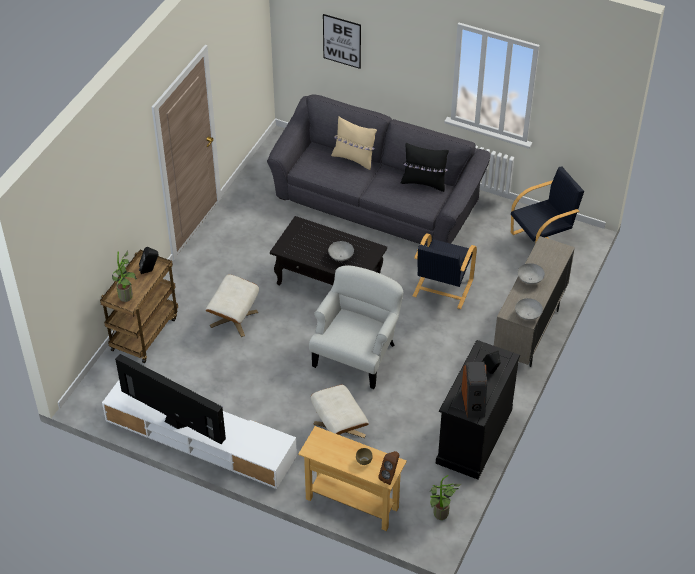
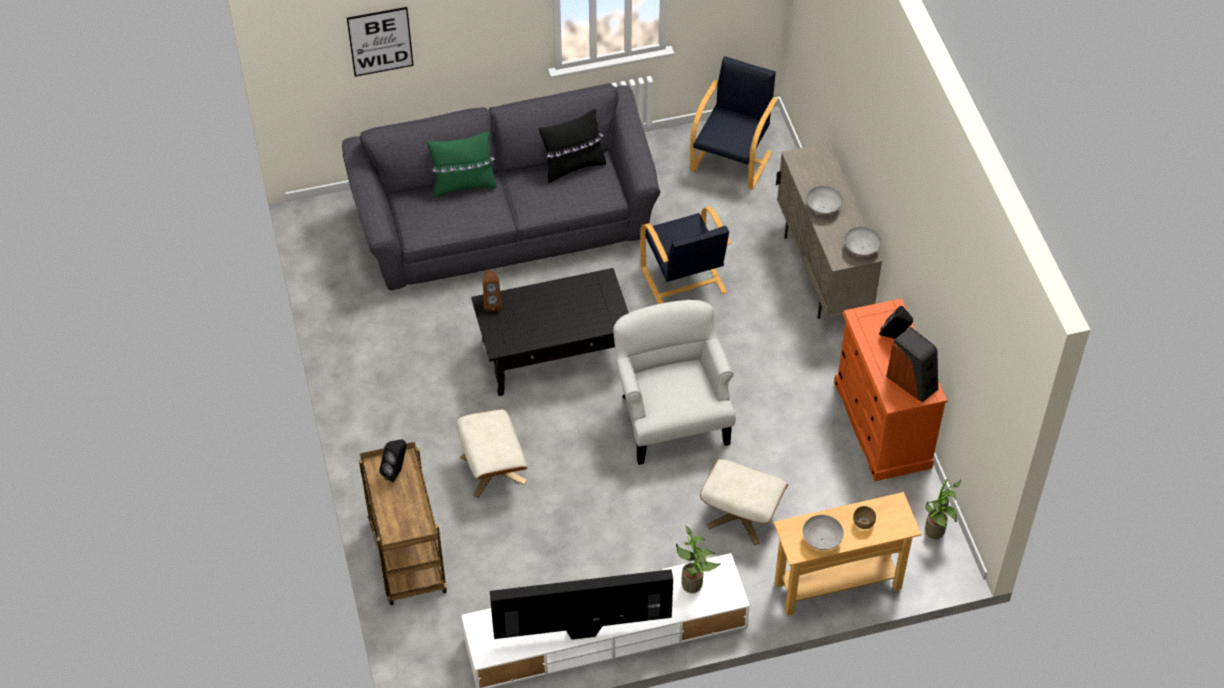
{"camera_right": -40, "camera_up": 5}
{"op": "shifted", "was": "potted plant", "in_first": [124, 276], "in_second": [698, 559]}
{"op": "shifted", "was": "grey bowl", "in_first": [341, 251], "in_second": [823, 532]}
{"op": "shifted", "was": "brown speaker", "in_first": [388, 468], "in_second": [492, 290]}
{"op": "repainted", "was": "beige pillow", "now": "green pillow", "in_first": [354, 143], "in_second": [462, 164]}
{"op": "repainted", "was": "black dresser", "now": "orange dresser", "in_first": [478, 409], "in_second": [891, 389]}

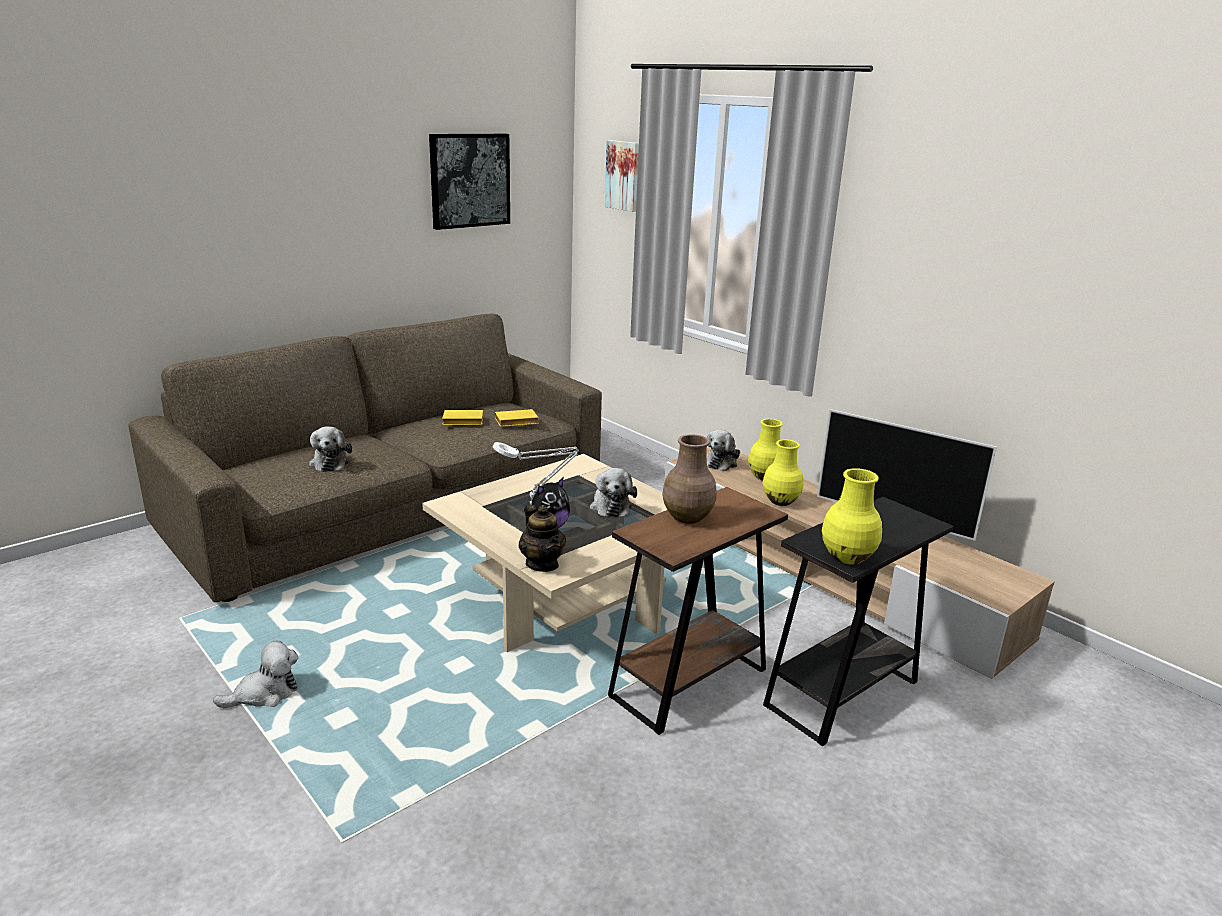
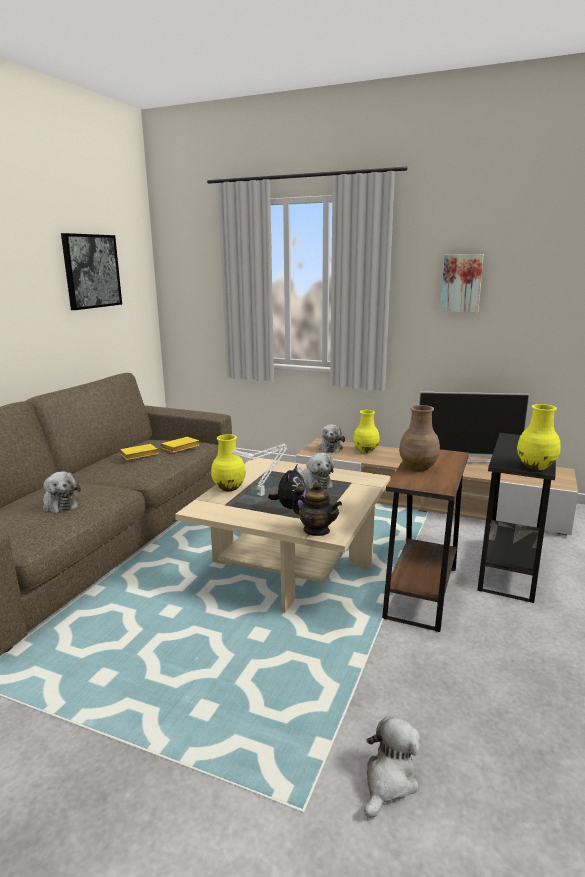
{"camera_right": -25, "camera_up": -5}
{"op": "shifted", "was": "plush toy", "in_first": [256, 674], "in_second": [392, 767]}
{"op": "shifted", "was": "picture", "in_first": [622, 176], "in_second": [462, 283]}
{"op": "shifted", "was": "yellow vase", "in_first": [783, 472], "in_second": [228, 462]}

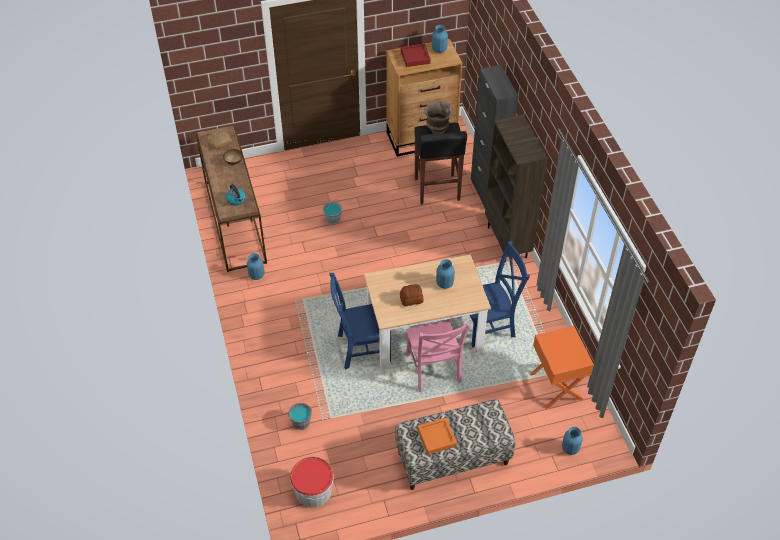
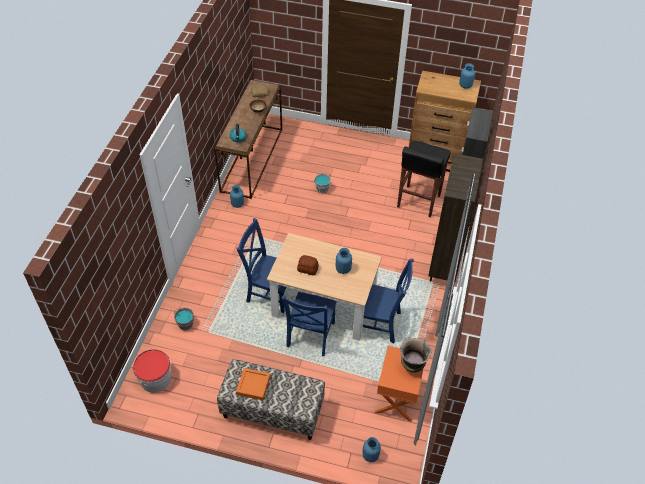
{"camera_right": 30, "camera_up": 0}
{"op": "gone", "was": "red tray", "in_first": [416, 55]}
{"op": "shifted", "was": "vase", "in_first": [438, 117], "in_second": [415, 355]}
{"op": "repainted", "was": "pink chair", "now": "blue chair", "in_first": [438, 356], "in_second": [309, 324]}

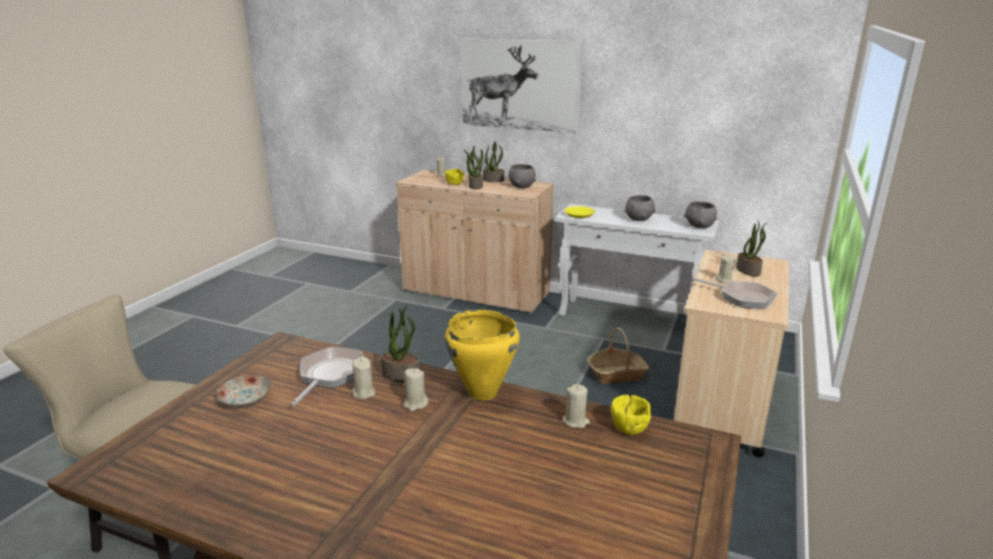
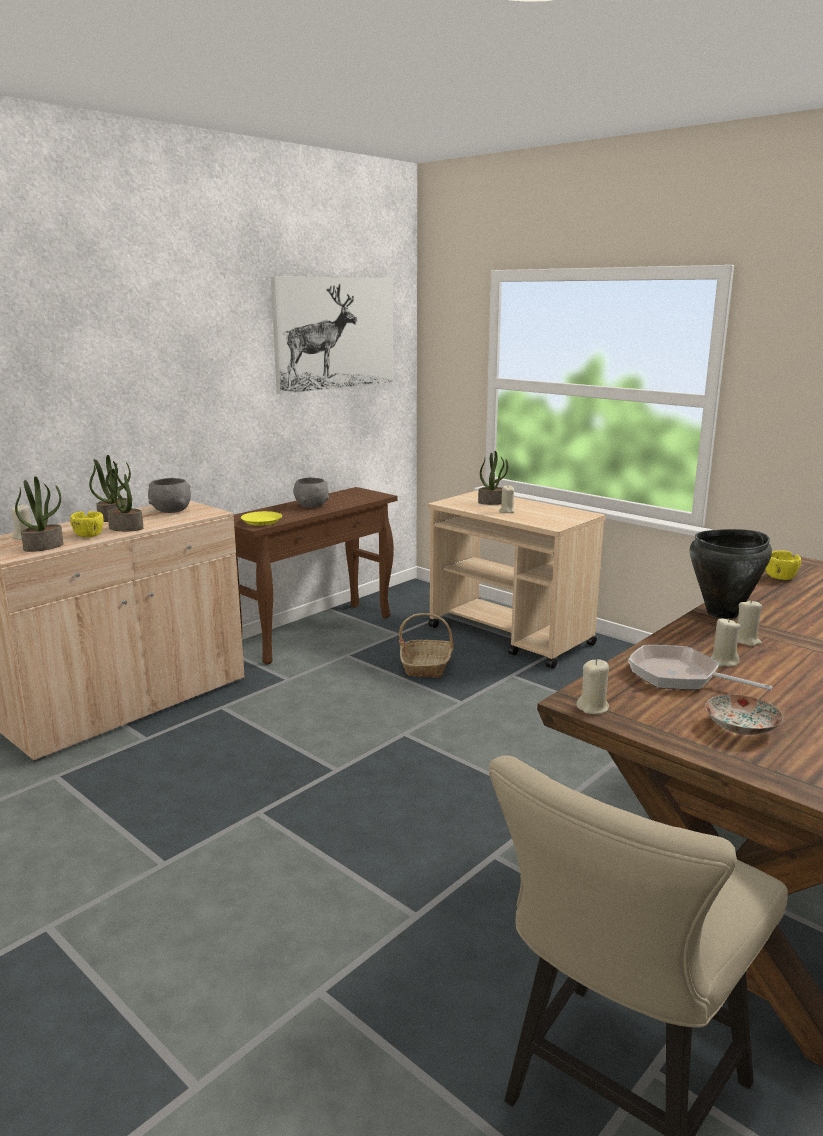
{"camera_right": -70, "camera_up": -5}
{"op": "gone", "was": "grey bowl", "in_first": [700, 215]}
{"op": "gone", "was": "frying pan", "in_first": [736, 293]}
{"op": "shifted", "was": "potted plant", "in_first": [400, 344], "in_second": [39, 514]}
{"op": "shifted", "was": "picture", "in_first": [522, 86], "in_second": [332, 335]}
{"op": "shifted", "was": "beige candle", "in_first": [576, 406], "in_second": [592, 686]}
{"op": "repainted", "was": "yellow cooking pot", "now": "black cooking pot", "in_first": [482, 354], "in_second": [731, 574]}
{"op": "repainted", "was": "white console table", "now": "brown console table", "in_first": [637, 260], "in_second": [315, 576]}

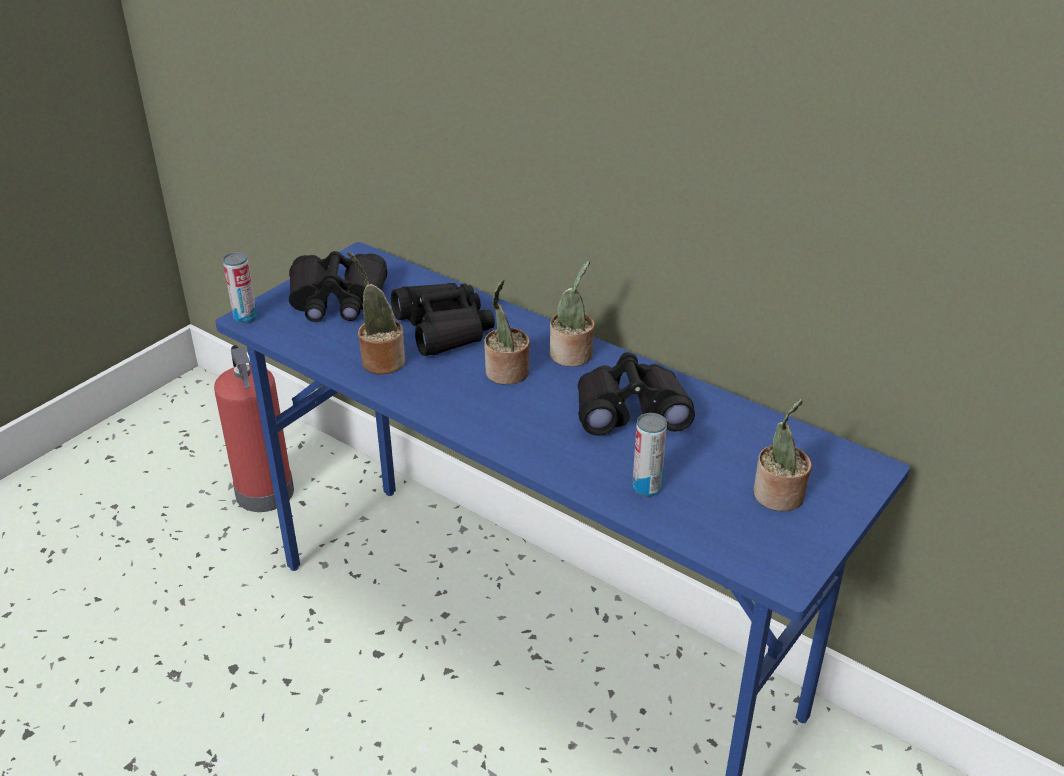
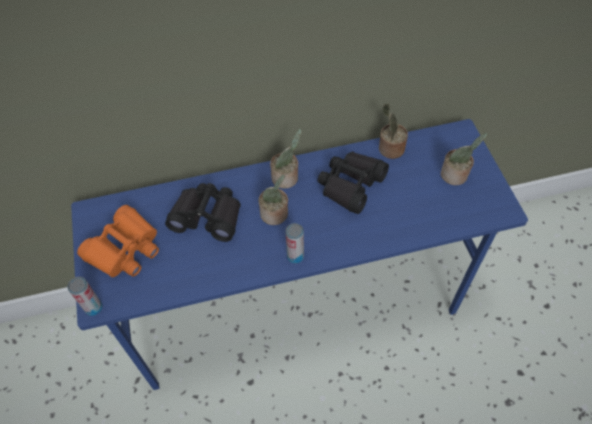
{"camera_right": -50, "camera_up": 20}
{"op": "gone", "was": "fire extinguisher", "in_first": [254, 428]}
{"op": "shifted", "was": "potted plant", "in_first": [376, 312], "in_second": [393, 131]}
{"op": "shifted", "was": "can", "in_first": [649, 455], "in_second": [295, 243]}
{"op": "repainted", "was": "black binoculars", "now": "orange binoculars", "in_first": [338, 286], "in_second": [118, 241]}

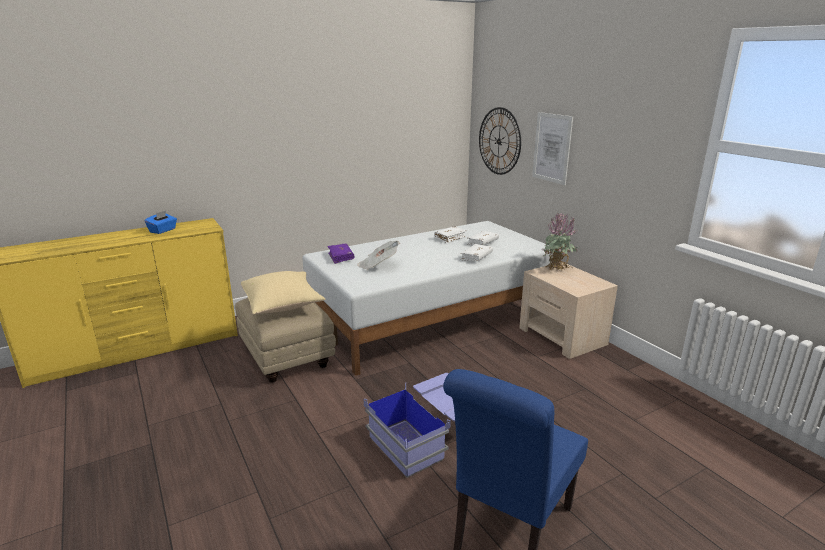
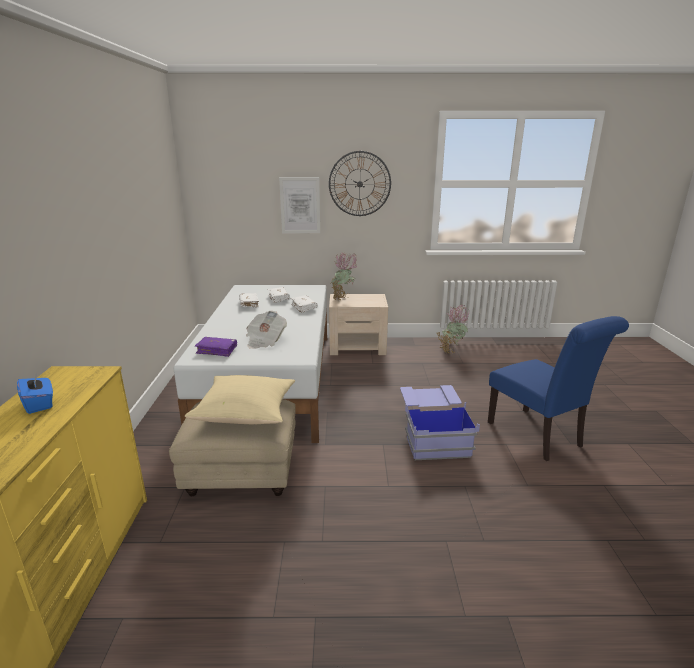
{"camera_right": -60, "camera_up": 0}
{"op": "new", "now": "potted plant", "in_second": [453, 329]}
{"op": "shifted", "was": "wall clock", "in_first": [500, 141], "in_second": [360, 183]}

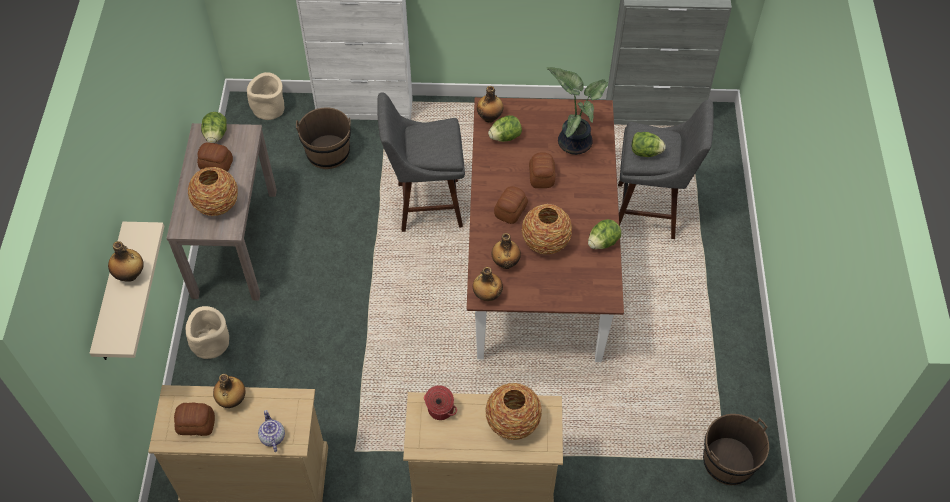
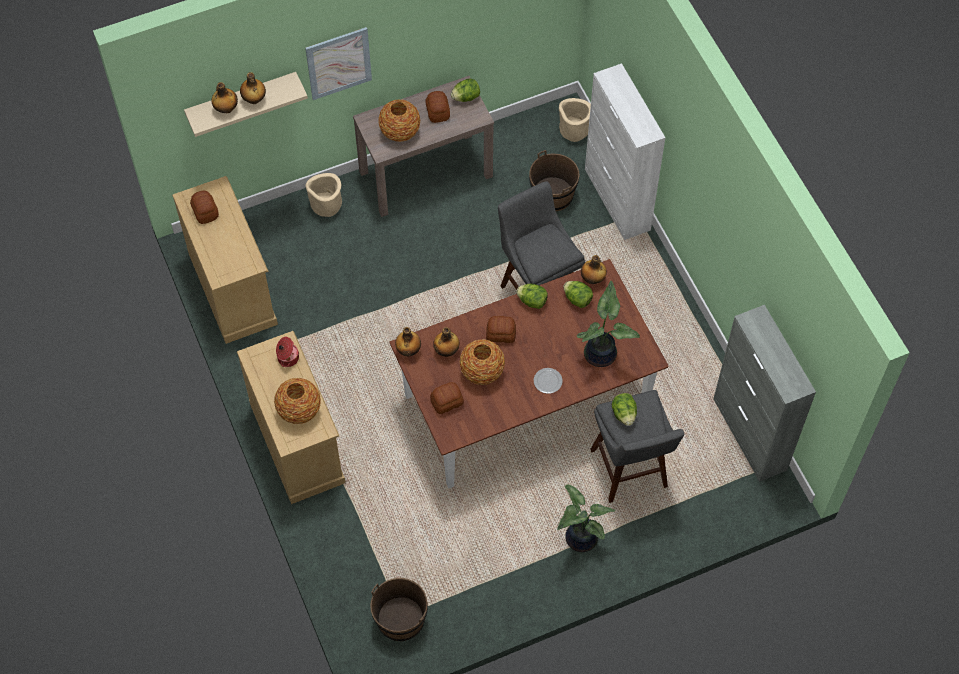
{"camera_right": 65, "camera_up": 5}
{"op": "gone", "was": "teapot", "in_first": [271, 431]}
{"op": "new", "now": "picture", "in_second": [338, 63]}
{"op": "new", "now": "plate", "in_second": [548, 381]}
{"op": "new", "now": "potted plant", "in_second": [586, 518]}
{"op": "shifted", "was": "bottle", "in_first": [229, 391], "in_second": [224, 97]}
{"op": "shifted", "was": "bread", "in_first": [542, 170], "in_second": [447, 398]}
{"op": "shifted", "was": "lettuce", "in_first": [604, 234], "in_second": [532, 296]}

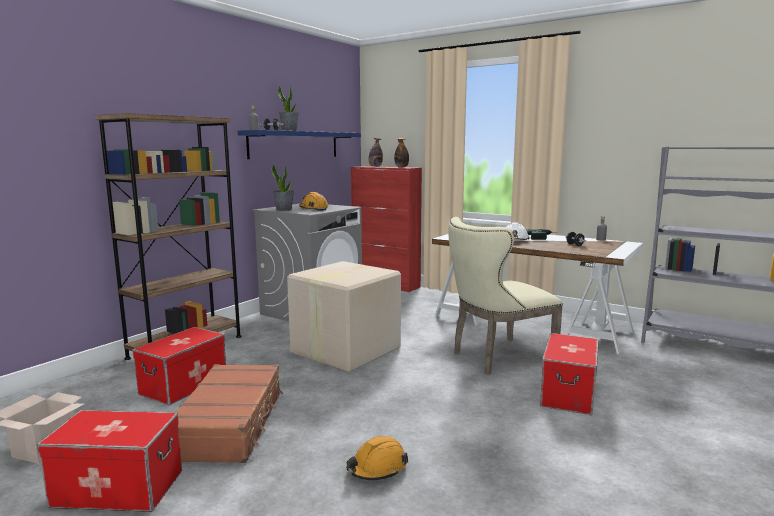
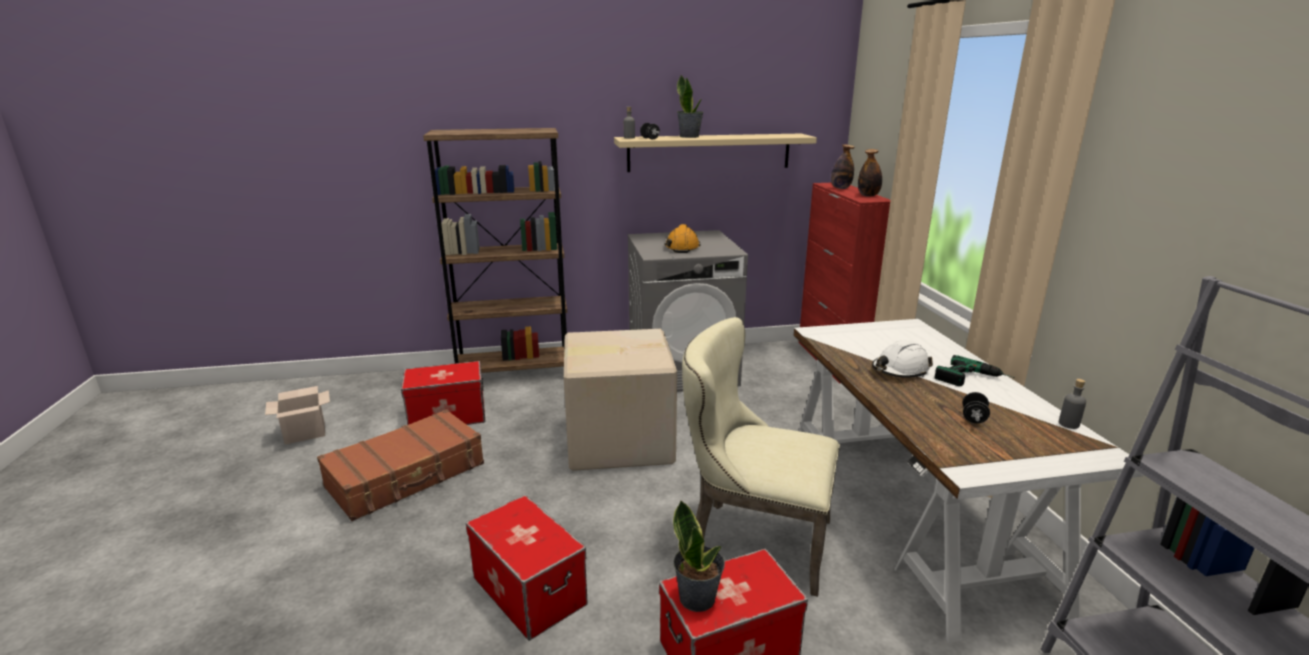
{"camera_right": 45, "camera_up": 10}
{"op": "gone", "was": "orange hard hat", "in_first": [377, 458]}
{"op": "shifted", "was": "storage box", "in_first": [109, 461], "in_second": [527, 568]}
{"op": "shifted", "was": "potted plant", "in_first": [283, 187], "in_second": [699, 556]}
{"op": "repainted", "was": "blue shelf", "now": "beige shelf", "in_first": [299, 144], "in_second": [715, 153]}

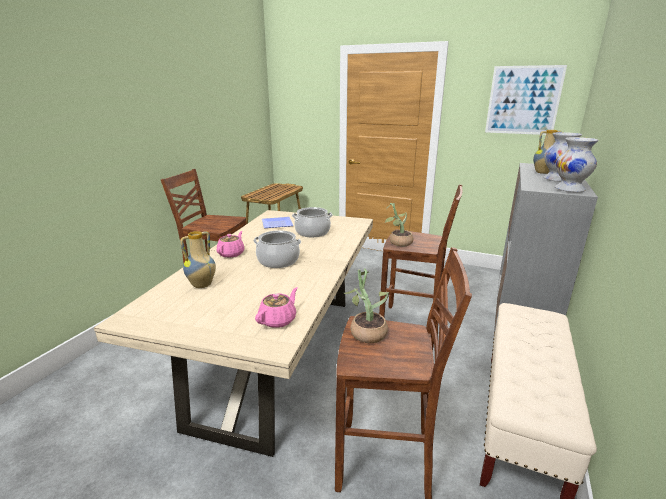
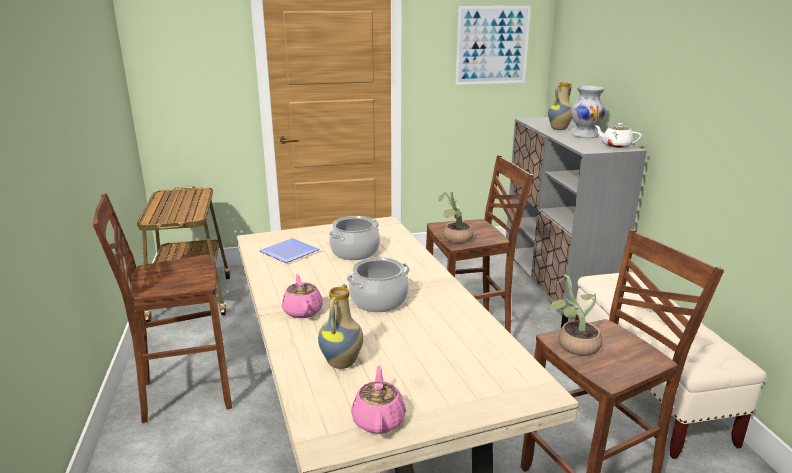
{"camera_right": -35, "camera_up": 0}
{"op": "shifted", "was": "pink teapot", "in_first": [276, 307], "in_second": [378, 399]}
{"op": "swapped", "was": "white vase", "now": "white teapot", "in_first": [577, 164], "in_second": [618, 135]}

